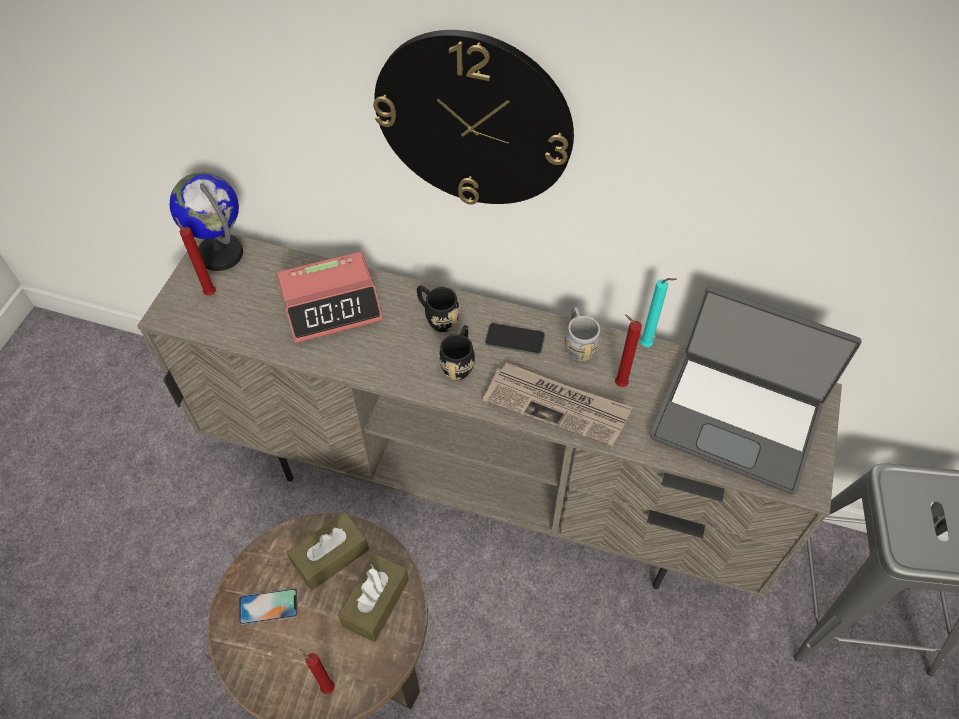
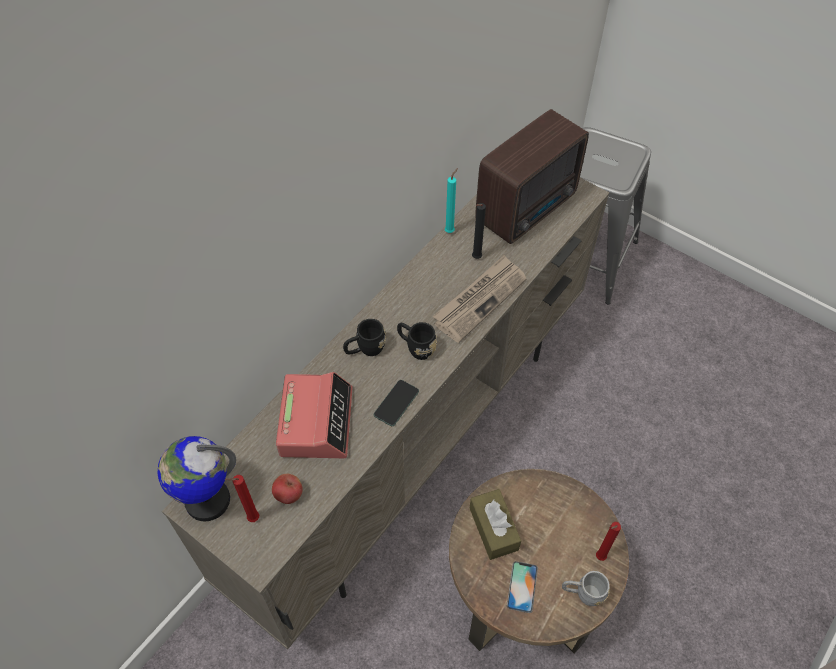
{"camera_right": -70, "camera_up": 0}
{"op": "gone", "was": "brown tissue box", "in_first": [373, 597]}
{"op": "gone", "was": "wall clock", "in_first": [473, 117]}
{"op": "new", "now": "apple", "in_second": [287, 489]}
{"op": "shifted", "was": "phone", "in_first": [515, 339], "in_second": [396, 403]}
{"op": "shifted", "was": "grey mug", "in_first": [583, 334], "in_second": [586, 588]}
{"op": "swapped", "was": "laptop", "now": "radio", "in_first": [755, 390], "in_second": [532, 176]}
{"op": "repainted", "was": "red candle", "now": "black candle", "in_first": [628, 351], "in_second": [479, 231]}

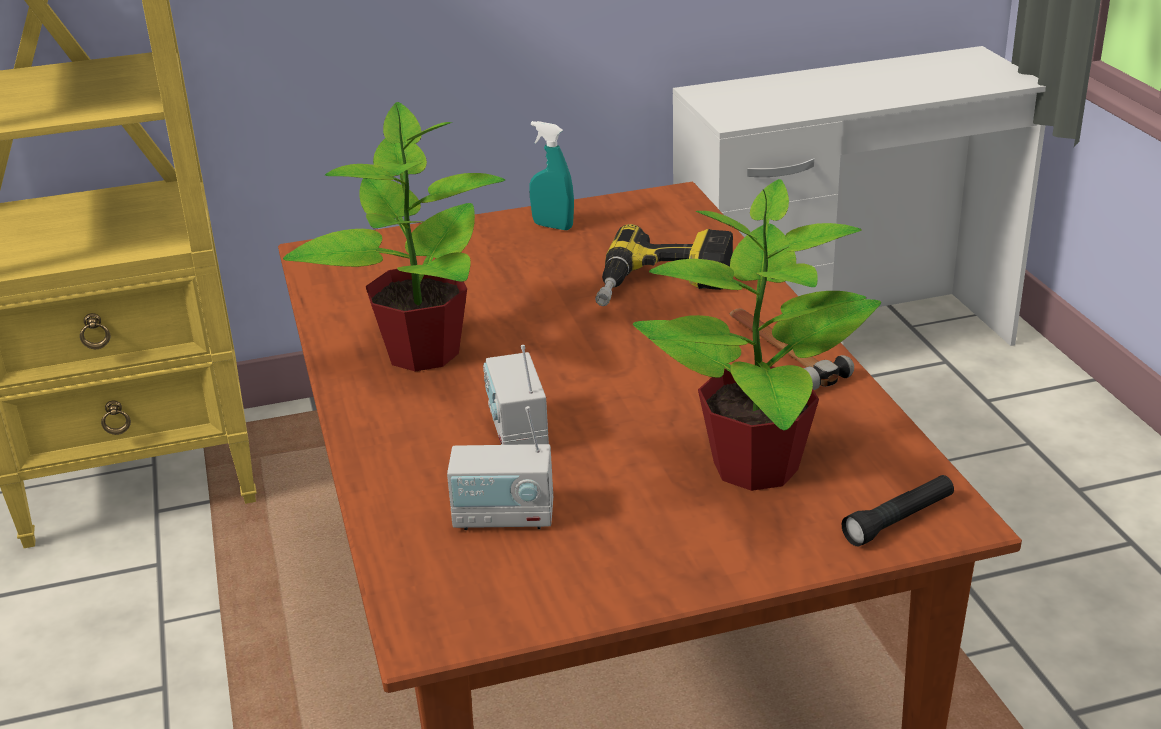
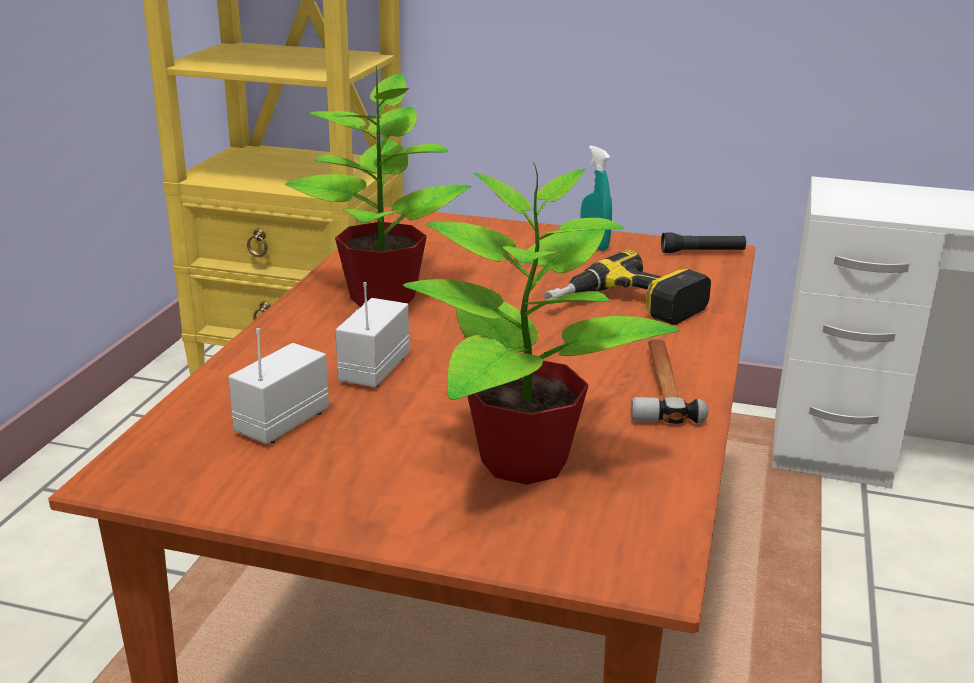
{"camera_right": 30, "camera_up": -5}
{"op": "shifted", "was": "black flashlight", "in_first": [898, 511], "in_second": [703, 243]}
{"op": "rotated", "was": "radio", "in_first": [500, 468], "in_second": [278, 386], "clockwise": 90}

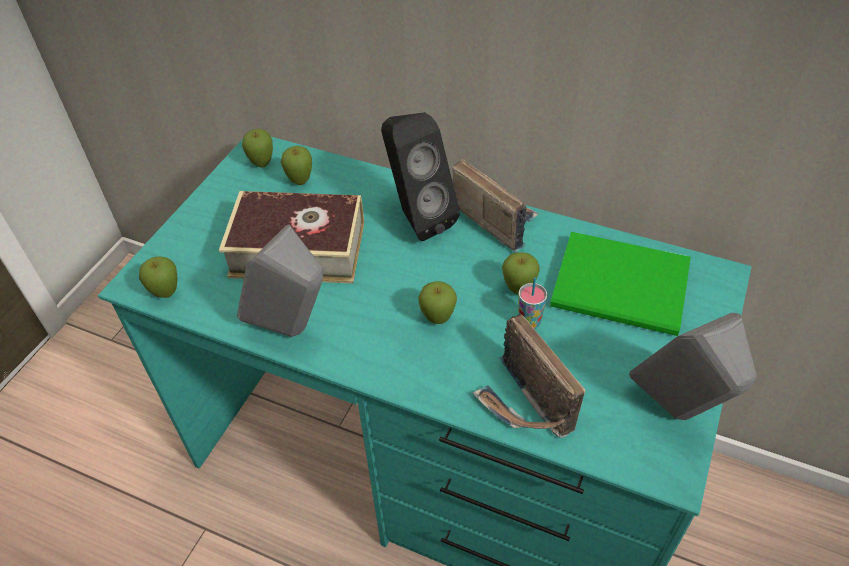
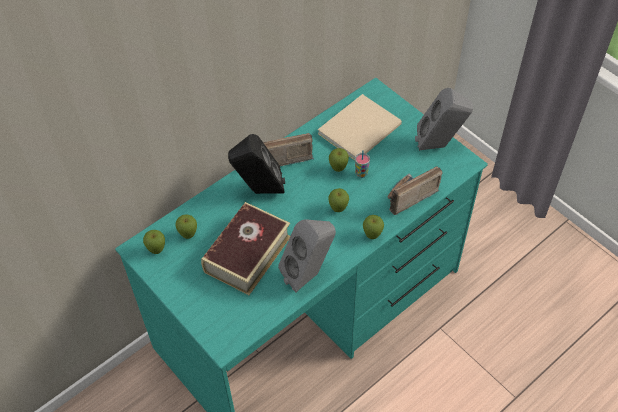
{"camera_right": -65, "camera_up": 5}
{"op": "shifted", "was": "apple", "in_first": [158, 277], "in_second": [373, 227]}
{"op": "repainted", "was": "green book", "now": "beige book", "in_first": [620, 284], "in_second": [360, 127]}
{"op": "rotated", "was": "radio", "in_first": [529, 376], "in_second": [415, 190], "clockwise": 150}

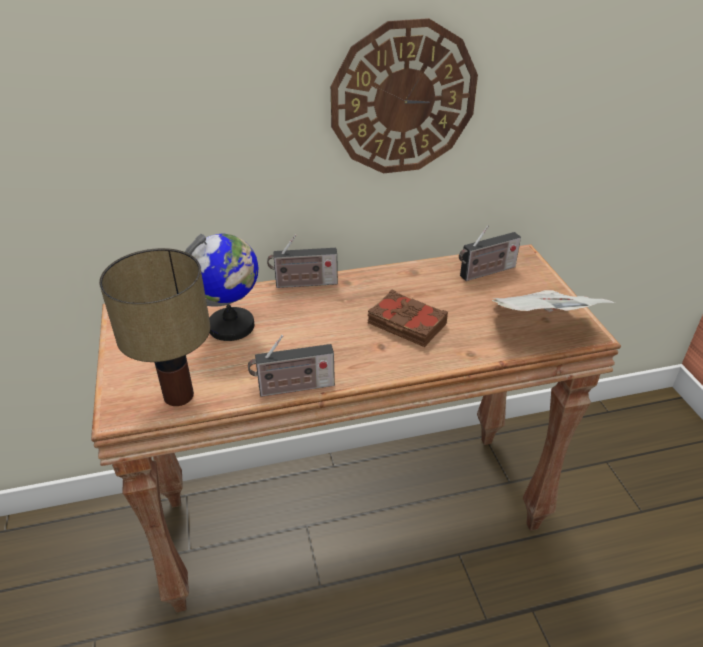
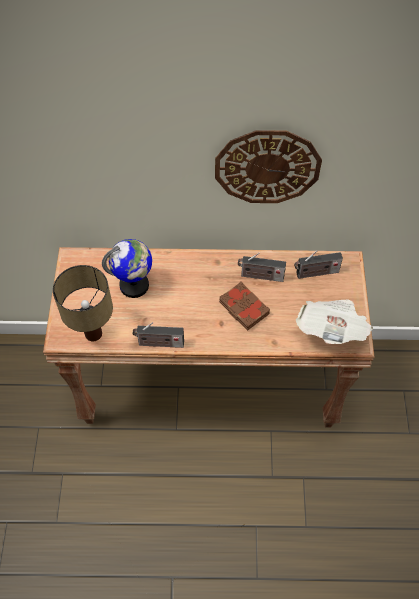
{"camera_right": 15, "camera_up": 20}
{"op": "shifted", "was": "radio", "in_first": [302, 261], "in_second": [262, 267]}

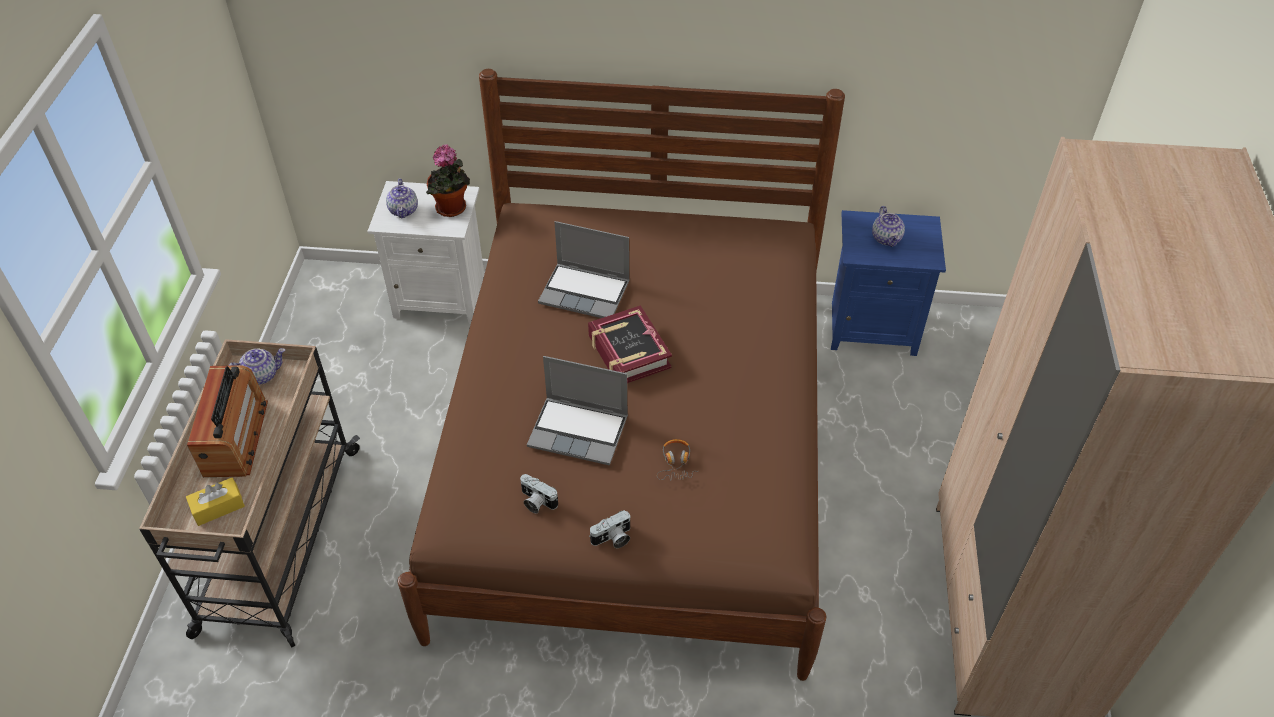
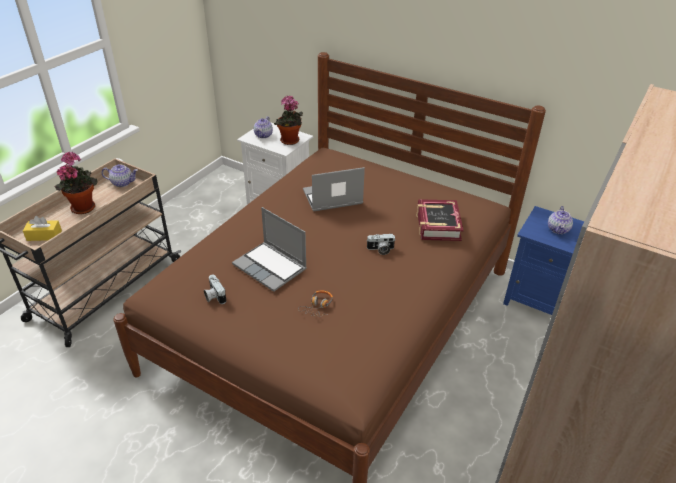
{"camera_right": 25, "camera_up": -10}
{"op": "shifted", "was": "book", "in_first": [630, 344], "in_second": [440, 220]}
{"op": "shifted", "was": "photo camera", "in_first": [610, 529], "in_second": [380, 244]}
{"op": "swapped", "was": "radio", "now": "potted plant", "in_first": [227, 421], "in_second": [76, 183]}
{"op": "rotated", "was": "laptop", "in_first": [584, 269], "in_second": [334, 189], "clockwise": 120}

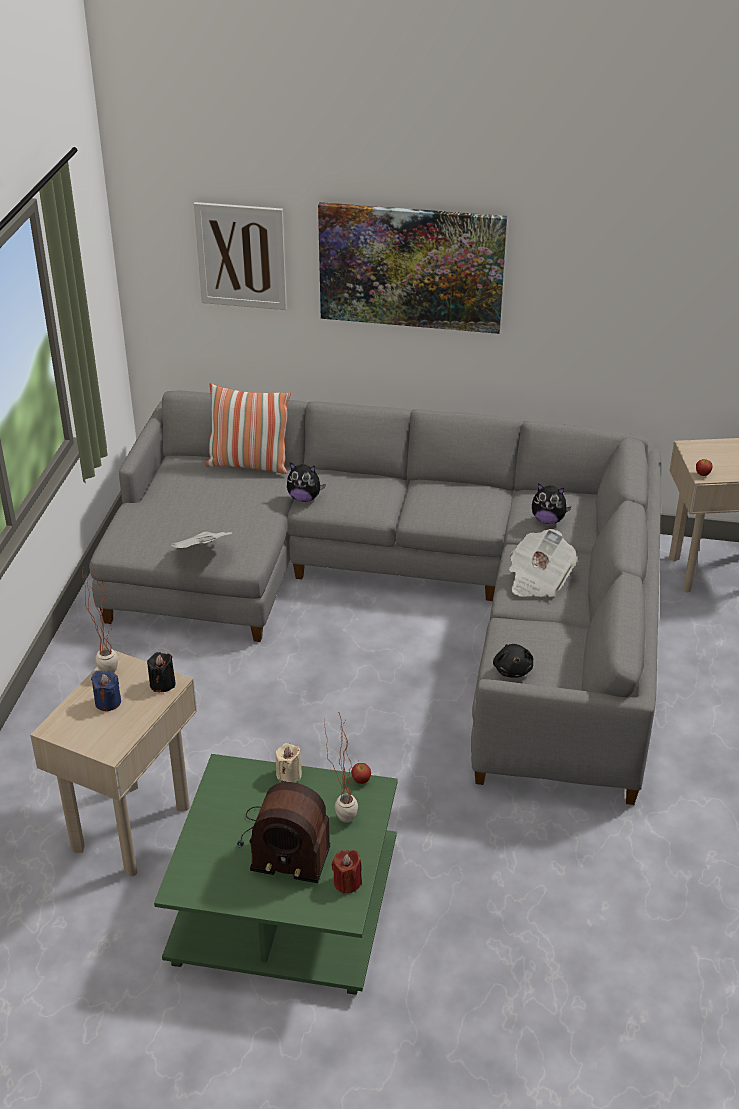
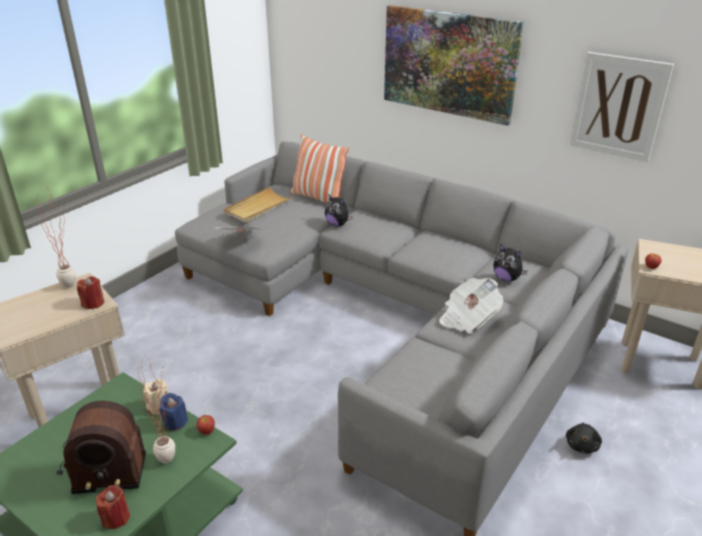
{"camera_right": 25, "camera_up": -5}
{"op": "new", "now": "beige tray", "in_second": [259, 205]}
{"op": "shifted", "was": "blue candle", "in_first": [106, 691], "in_second": [173, 412]}
{"op": "shifted", "was": "picture", "in_first": [240, 256], "in_second": [622, 107]}
{"op": "shifted", "was": "black plush toy", "in_first": [513, 661], "in_second": [584, 438]}
{"op": "repainted", "was": "black candle", "now": "red candle", "in_first": [161, 672], "in_second": [90, 292]}
{"op": "rotated", "was": "radio", "in_first": [283, 832], "in_second": [101, 447], "clockwise": -45}

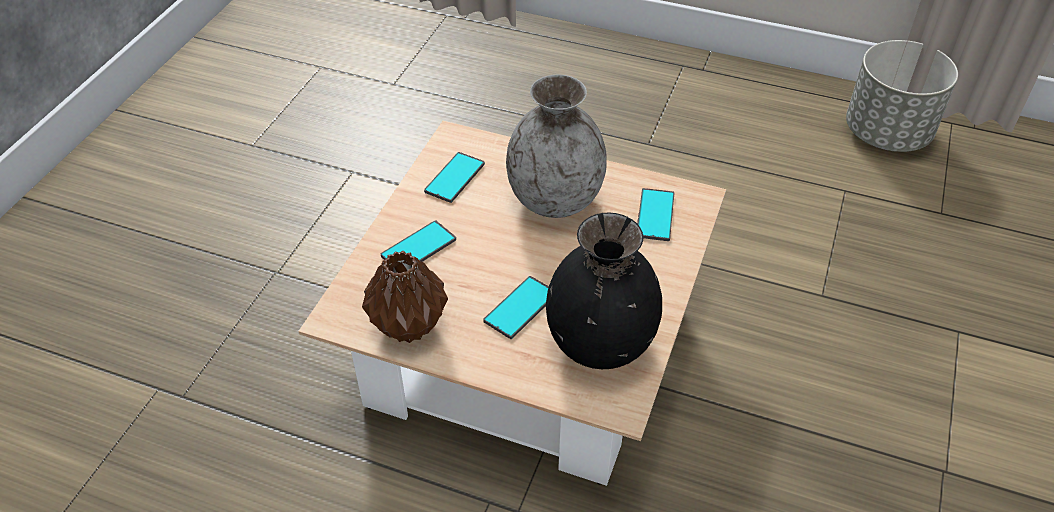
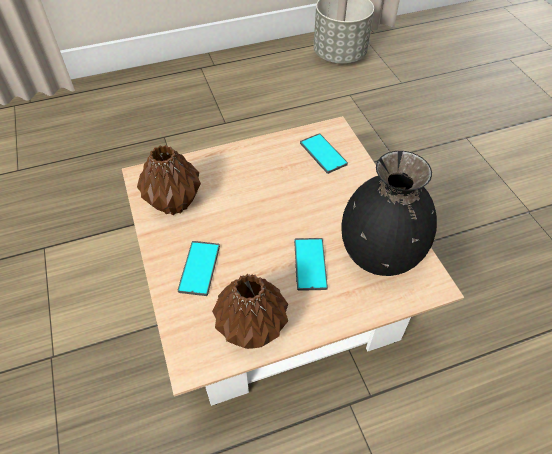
{"camera_right": -40, "camera_up": 5}
{"op": "gone", "was": "grey vase", "in_first": [556, 146]}
{"op": "swapped", "was": "phone", "now": "brown vase", "in_first": [454, 177], "in_second": [169, 180]}

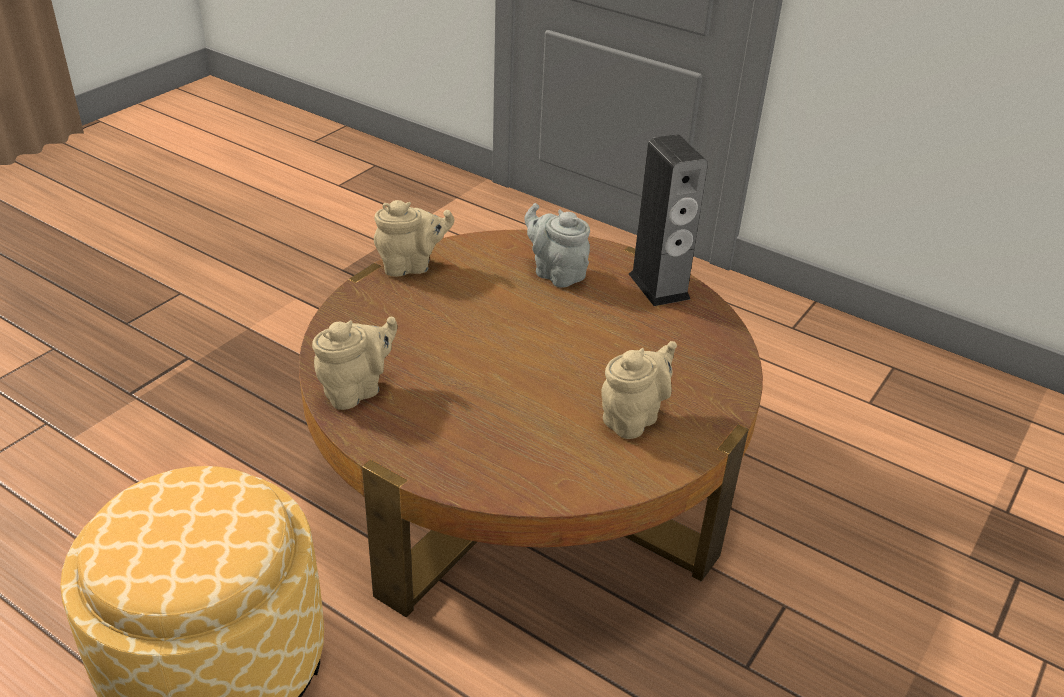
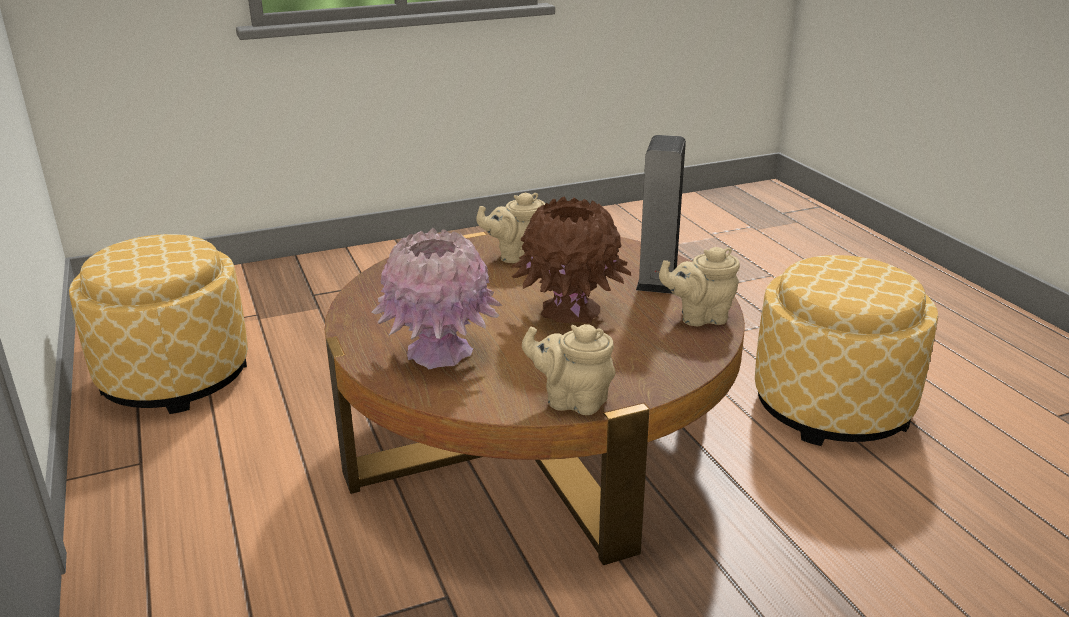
{"camera_right": -145, "camera_up": -10}
{"op": "new", "now": "ottoman", "in_second": [158, 324]}
{"op": "new", "now": "brown vase", "in_second": [571, 259]}
{"op": "shifted", "was": "speaker", "in_first": [668, 220], "in_second": [661, 214]}
{"op": "swapped", "was": "grey teapot", "now": "pink vase", "in_first": [557, 245], "in_second": [437, 298]}

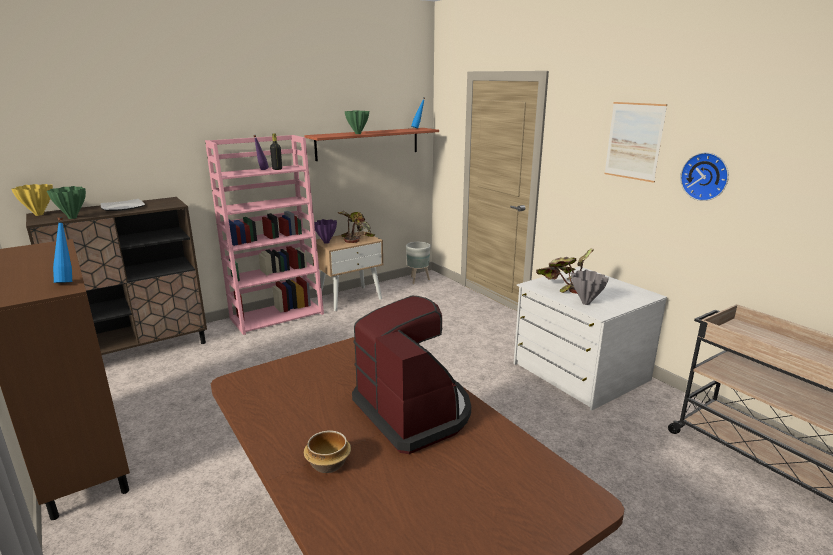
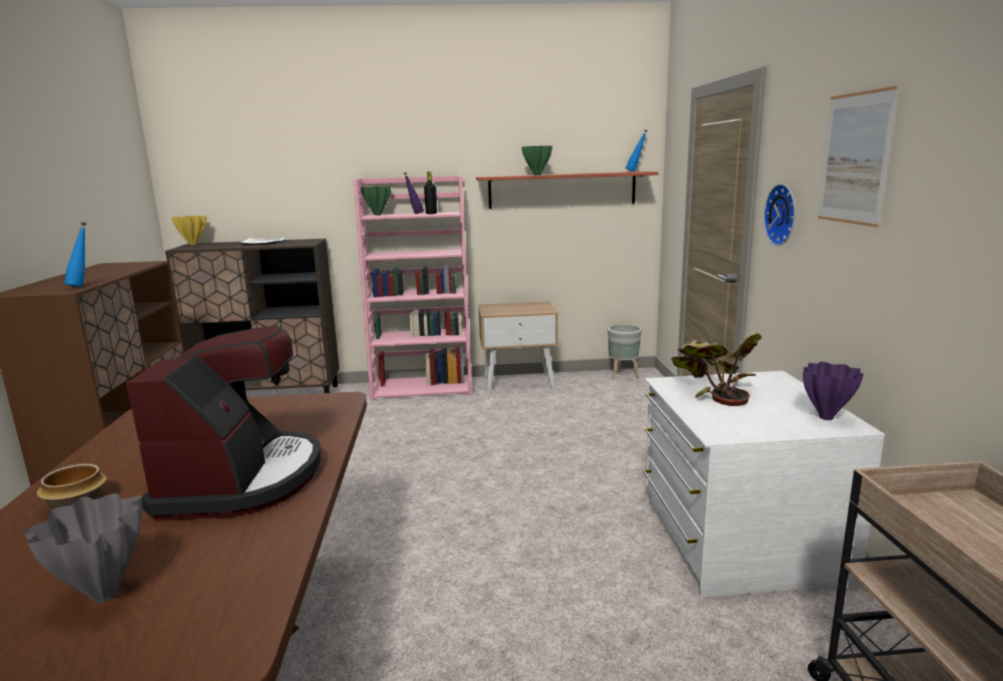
{"camera_right": 30, "camera_up": -5}
{"op": "gone", "was": "potted plant", "in_first": [356, 227]}
{"op": "shifted", "was": "green vase", "in_first": [66, 202], "in_second": [376, 200]}
{"op": "shifted", "was": "purple vase", "in_first": [325, 231], "in_second": [833, 391]}
{"op": "shifted", "was": "grey vase", "in_first": [590, 287], "in_second": [83, 548]}
{"op": "shifted", "was": "wall clock", "in_first": [704, 176], "in_second": [779, 215]}

